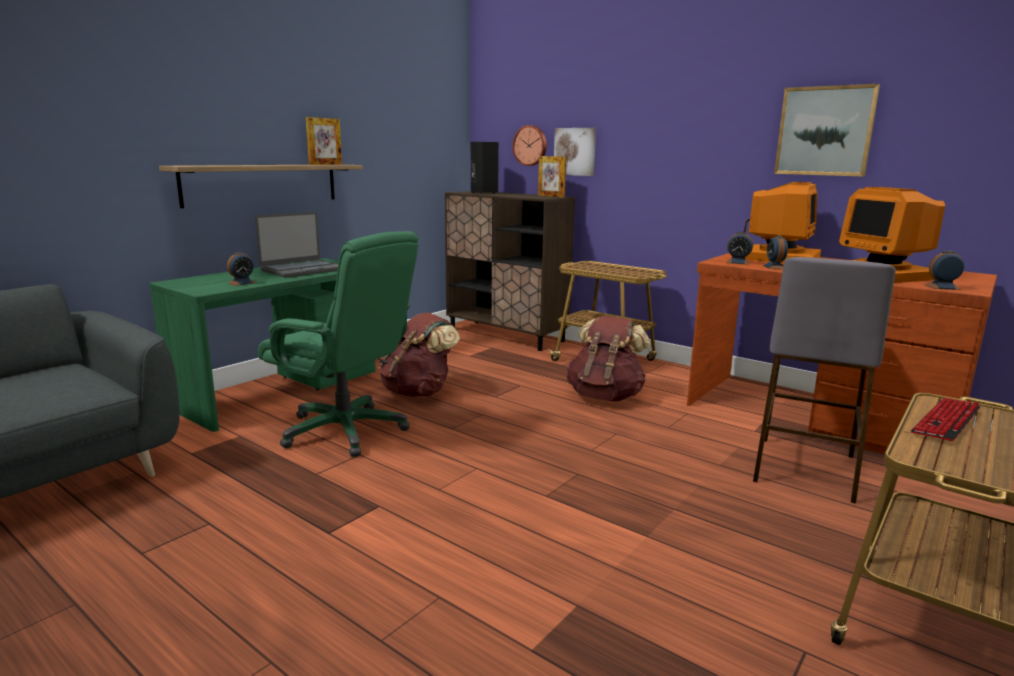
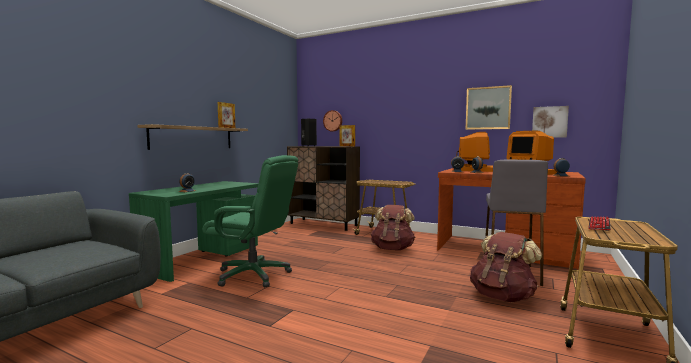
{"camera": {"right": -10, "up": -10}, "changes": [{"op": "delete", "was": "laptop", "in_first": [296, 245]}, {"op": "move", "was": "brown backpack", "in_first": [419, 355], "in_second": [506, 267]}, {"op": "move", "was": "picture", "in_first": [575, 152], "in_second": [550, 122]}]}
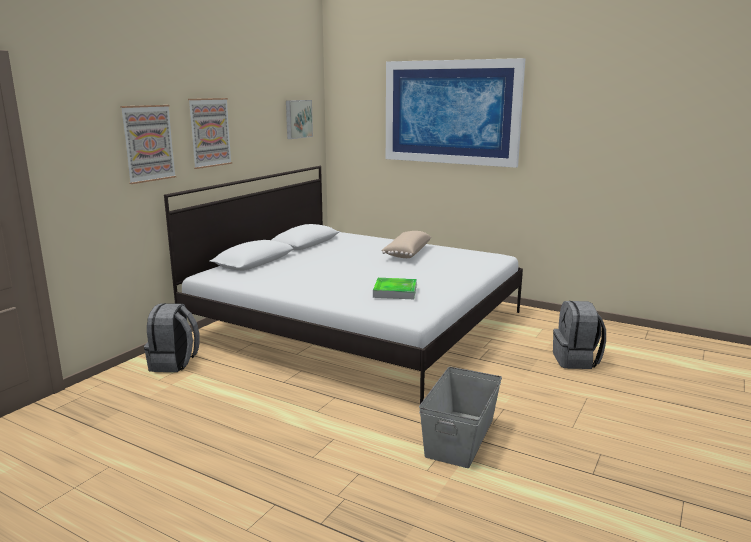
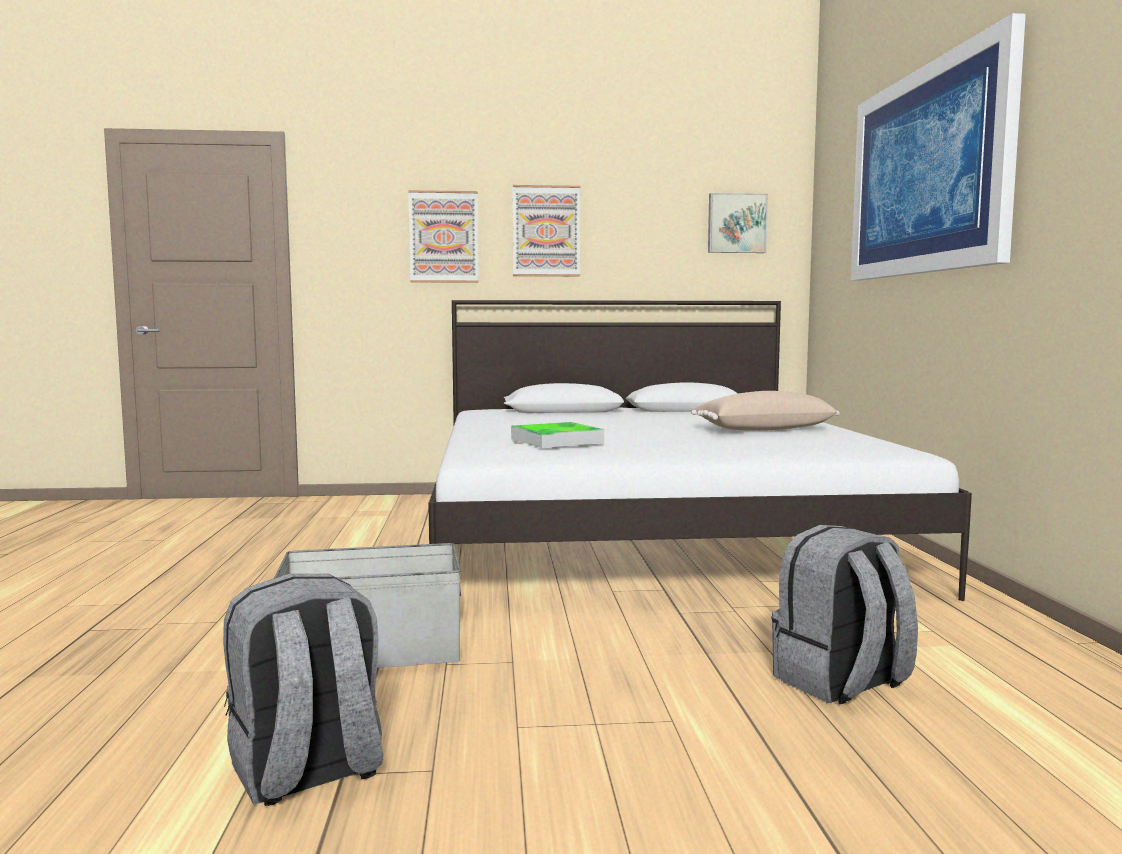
{"camera": {"right": 55, "up": -10}, "changes": [{"op": "move", "was": "grey backpack", "in_first": [172, 337], "in_second": [303, 690]}]}
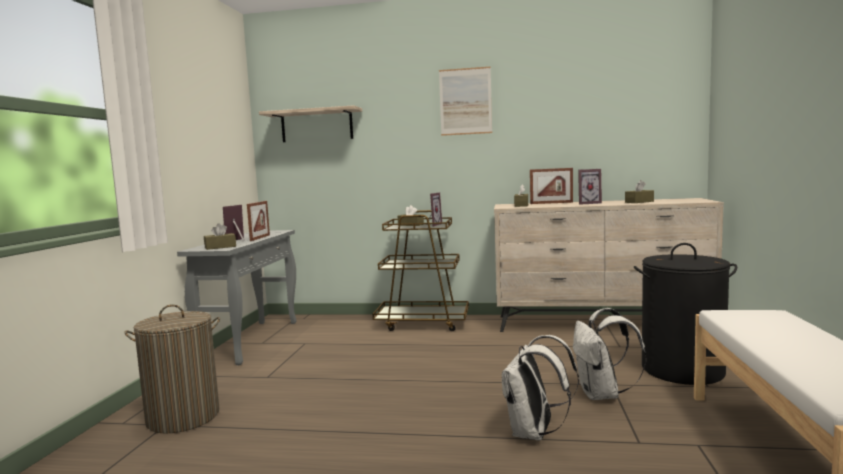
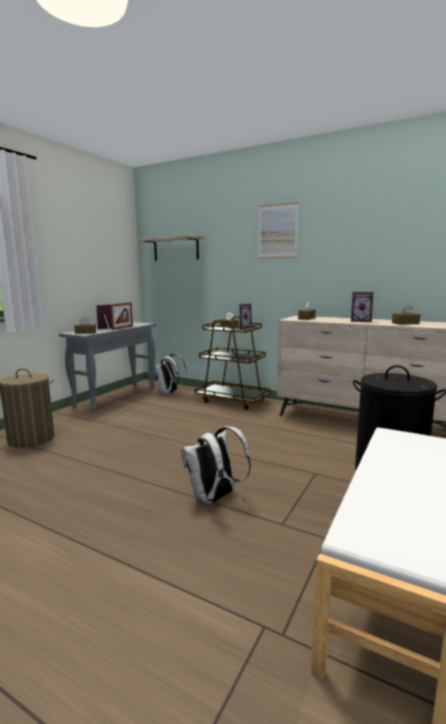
{"camera": {"right": 20, "up": 5}, "changes": [{"op": "delete", "was": "picture frame", "in_first": [551, 186]}, {"op": "move", "was": "white backpack", "in_first": [609, 354], "in_second": [170, 374]}]}
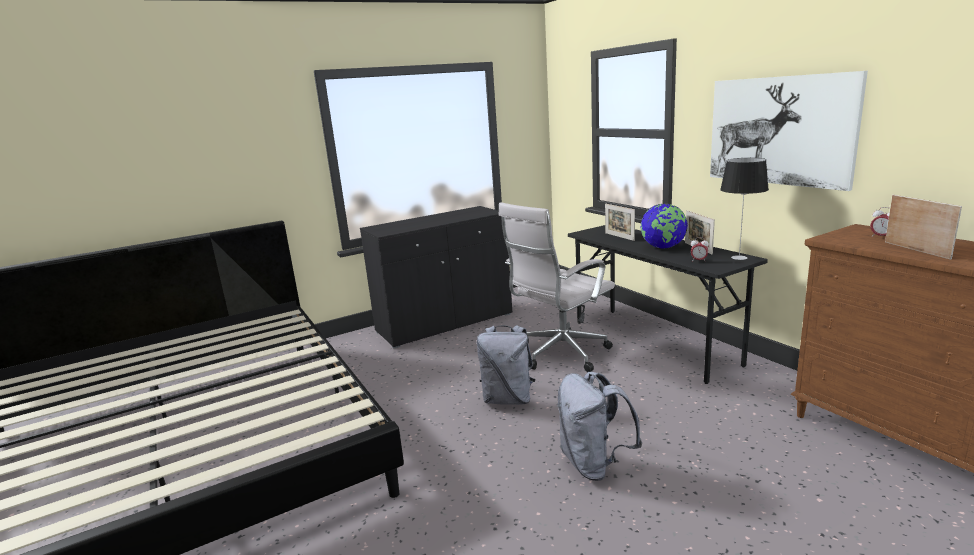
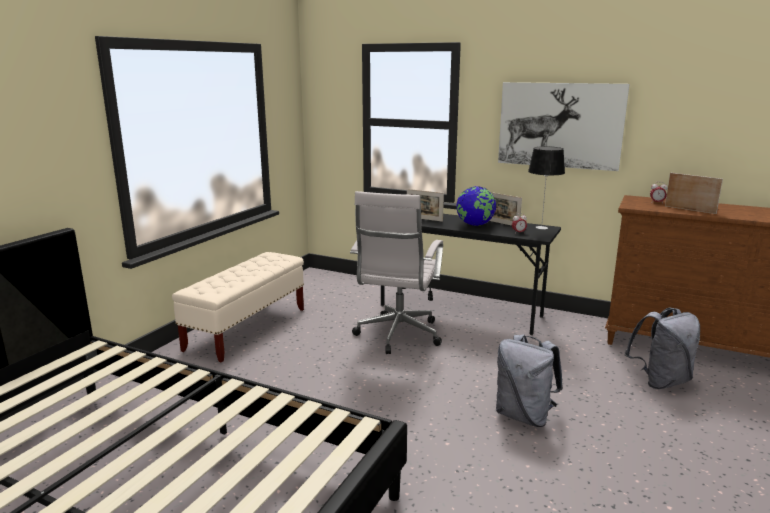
{"camera": {"right": -35, "up": 0}, "changes": [{"op": "move", "was": "grey backpack", "in_first": [506, 365], "in_second": [662, 348]}, {"op": "replace", "was": "black cabinet", "now": "beige bench", "in_first": [436, 277], "in_second": [238, 307]}]}
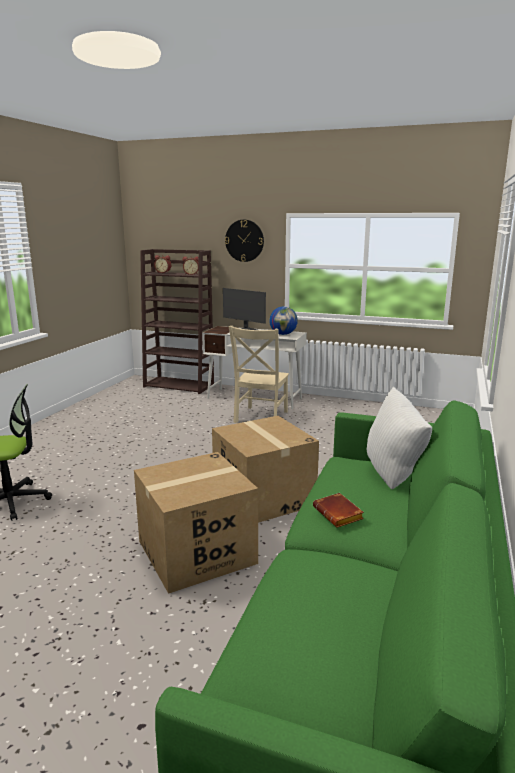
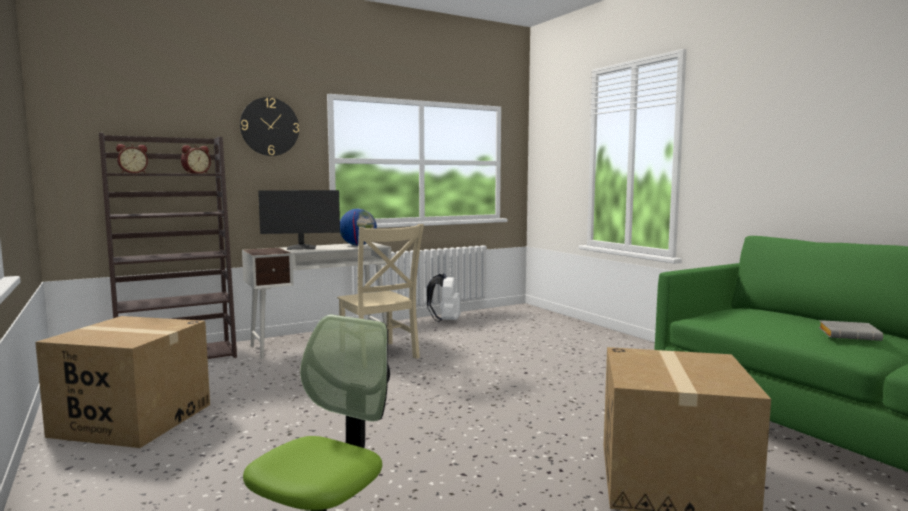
{"camera": {"right": -50, "up": -10}, "changes": [{"op": "delete", "was": "white pillow", "in_first": [399, 438]}, {"op": "insert", "now": "white backpack", "in_second": [444, 297]}, {"op": "move", "was": "cardboard box", "in_first": [265, 469], "in_second": [122, 382]}, {"op": "recolor", "was": "brown book", "now": "grey book", "in_first": [338, 510], "in_second": [851, 330]}]}
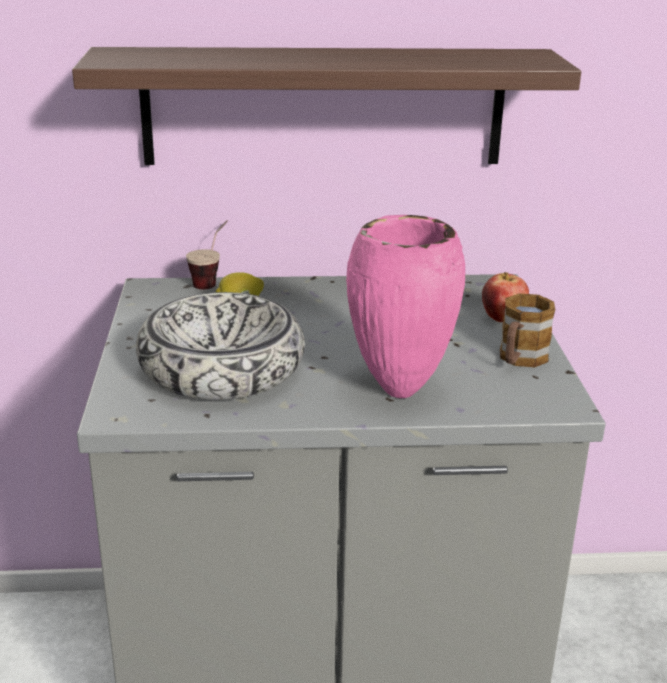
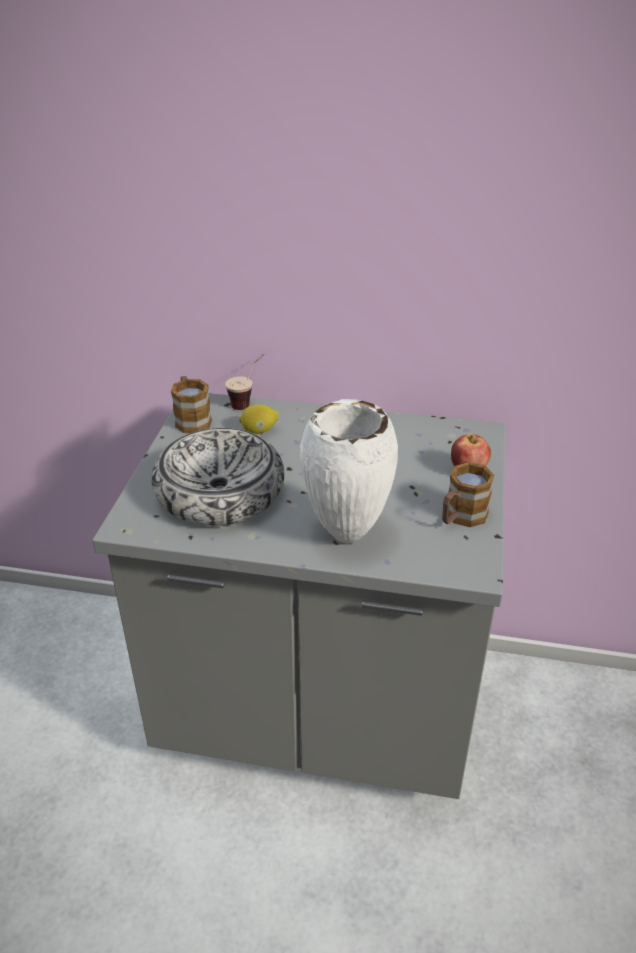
{"camera": {"right": 15, "up": 10}, "changes": [{"op": "delete", "was": "shelf", "in_first": [326, 106]}, {"op": "insert", "now": "mug", "in_second": [191, 404]}, {"op": "recolor", "was": "pink vase", "now": "white vase", "in_first": [405, 306], "in_second": [349, 471]}]}
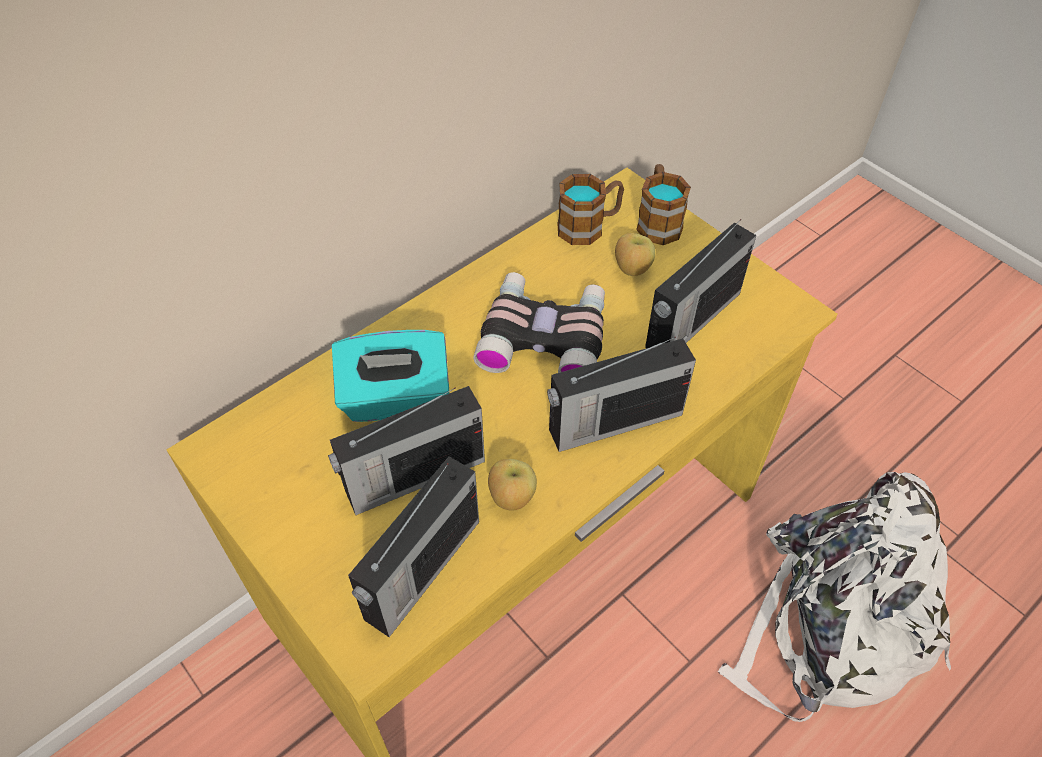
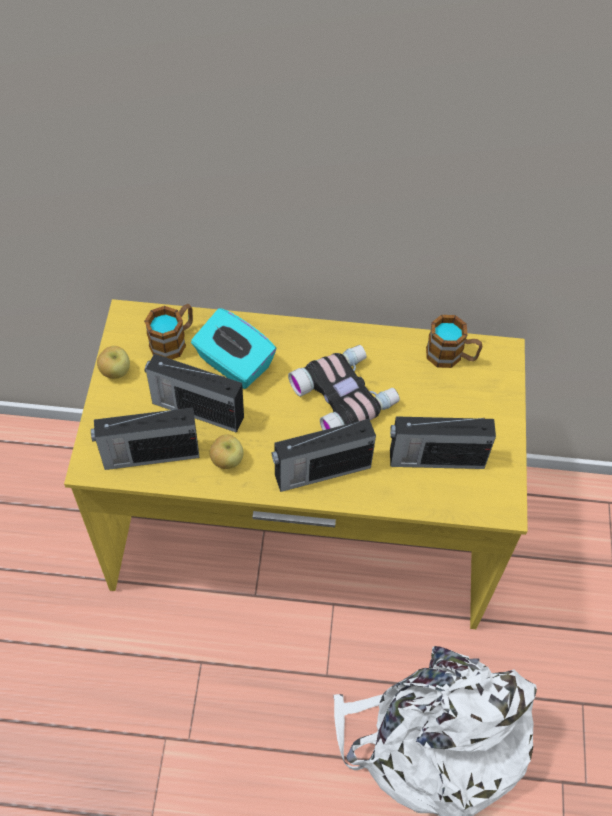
{"camera": {"right": 45, "up": 5}, "changes": [{"op": "move", "was": "apple", "in_first": [635, 254], "in_second": [113, 362]}, {"op": "move", "was": "mug", "in_first": [663, 204], "in_second": [168, 331]}, {"op": "rotate", "was": "radio", "in_first": [621, 394], "in_second": [324, 455], "clockwise": -45}]}
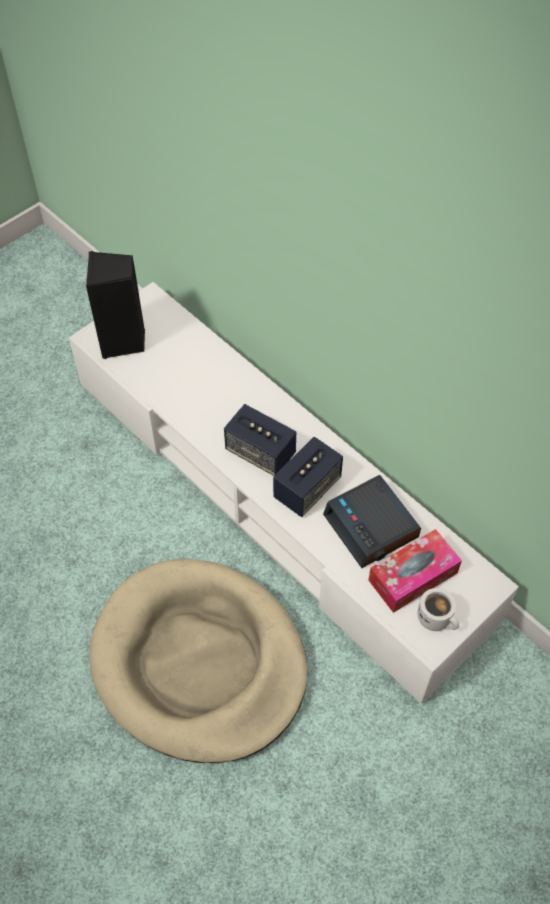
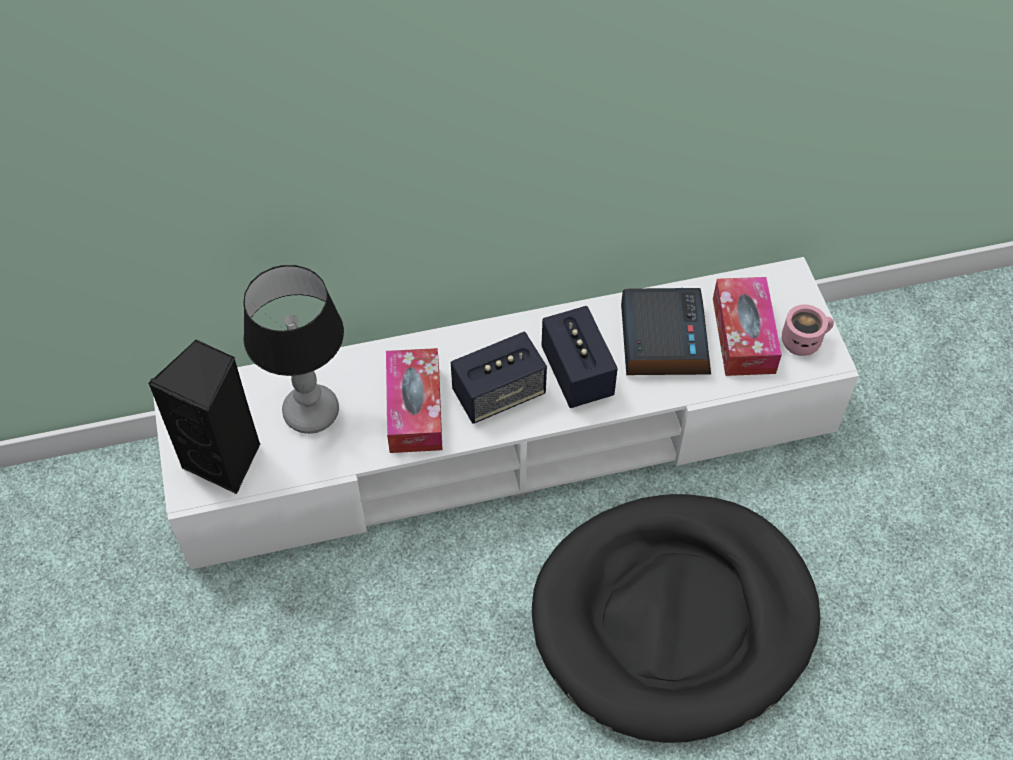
{"camera": {"right": -60, "up": 0}, "changes": [{"op": "insert", "now": "table lamp", "in_second": [293, 349]}, {"op": "insert", "now": "tissue box", "in_second": [414, 400]}, {"op": "recolor", "was": "beige dog bed", "now": "black dog bed", "in_first": [198, 660], "in_second": [676, 618]}, {"op": "recolor", "was": "white mug", "now": "pink mug", "in_first": [438, 609], "in_second": [808, 330]}, {"op": "rotate", "was": "alarm clock", "in_first": [372, 521], "in_second": [666, 331], "clockwise": -90}]}
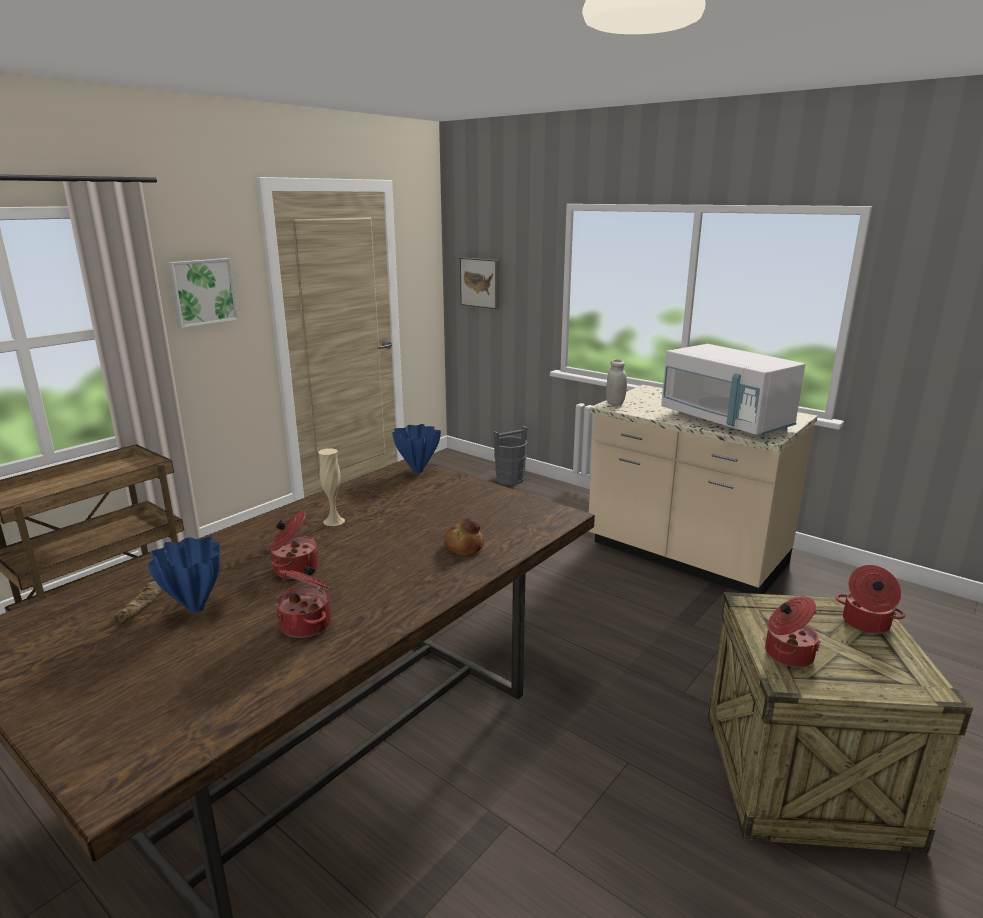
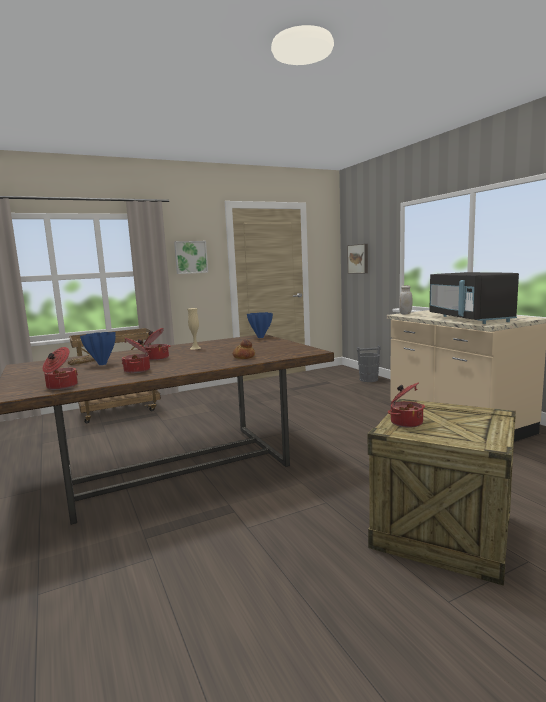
{"camera": {"right": 25, "up": -10}, "changes": [{"op": "move", "was": "cooking pot", "in_first": [870, 599], "in_second": [60, 368]}, {"op": "recolor", "was": "white microwave", "now": "black microwave", "in_first": [733, 391], "in_second": [474, 298]}]}
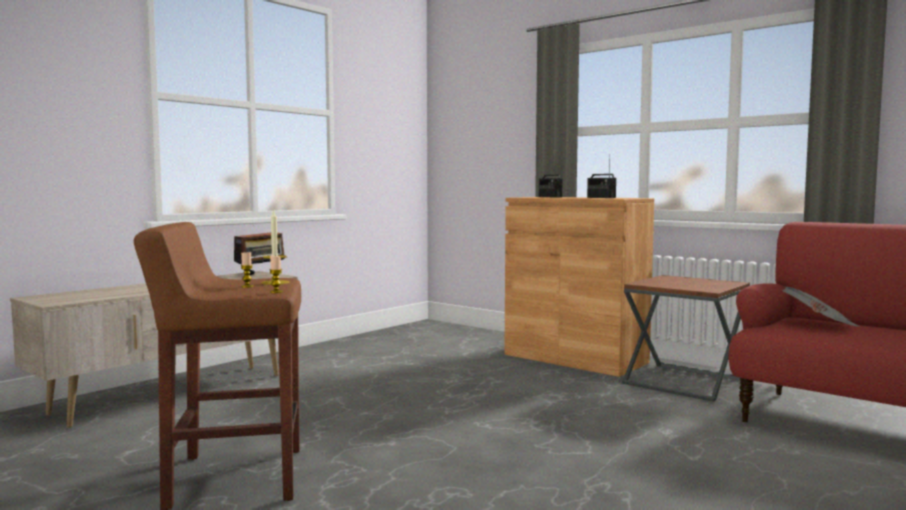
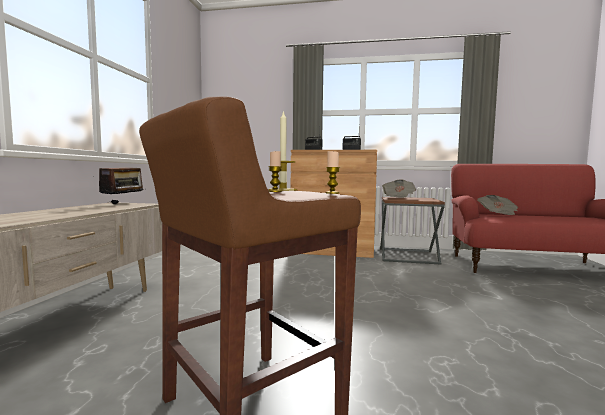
{"camera": {"right": -30, "up": 0}, "changes": [{"op": "insert", "now": "newspaper", "in_second": [399, 189]}]}
